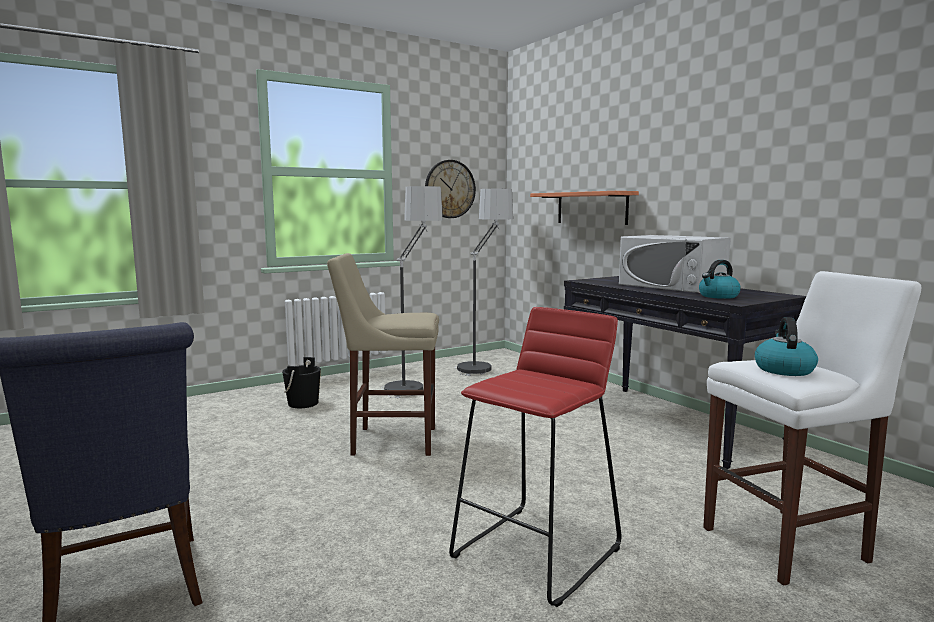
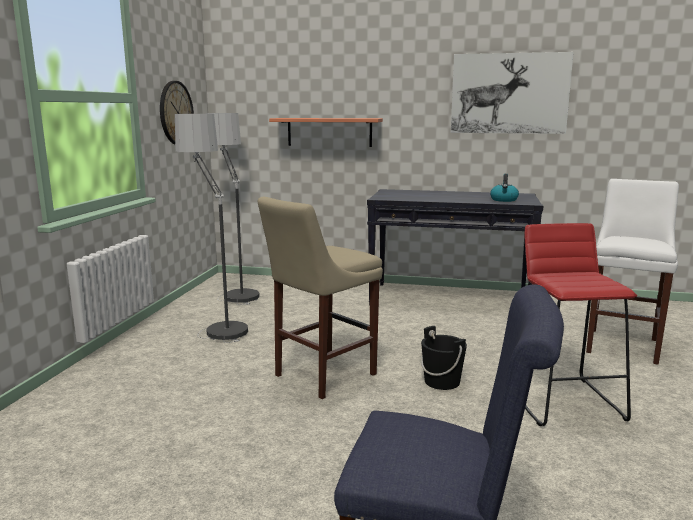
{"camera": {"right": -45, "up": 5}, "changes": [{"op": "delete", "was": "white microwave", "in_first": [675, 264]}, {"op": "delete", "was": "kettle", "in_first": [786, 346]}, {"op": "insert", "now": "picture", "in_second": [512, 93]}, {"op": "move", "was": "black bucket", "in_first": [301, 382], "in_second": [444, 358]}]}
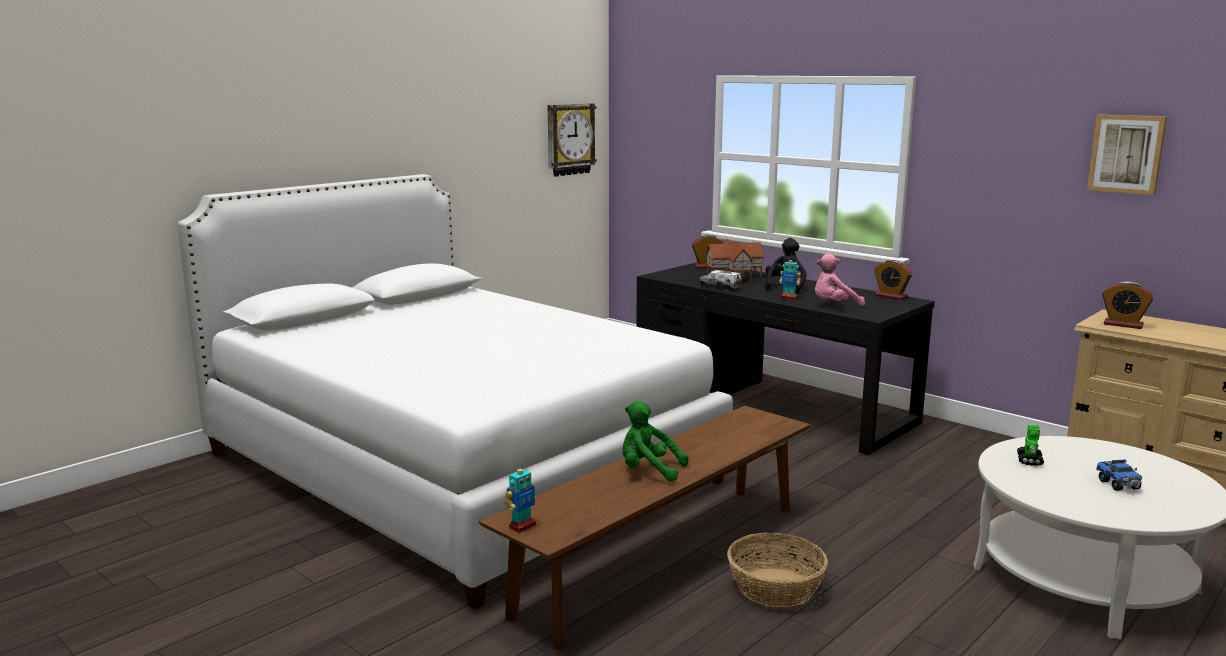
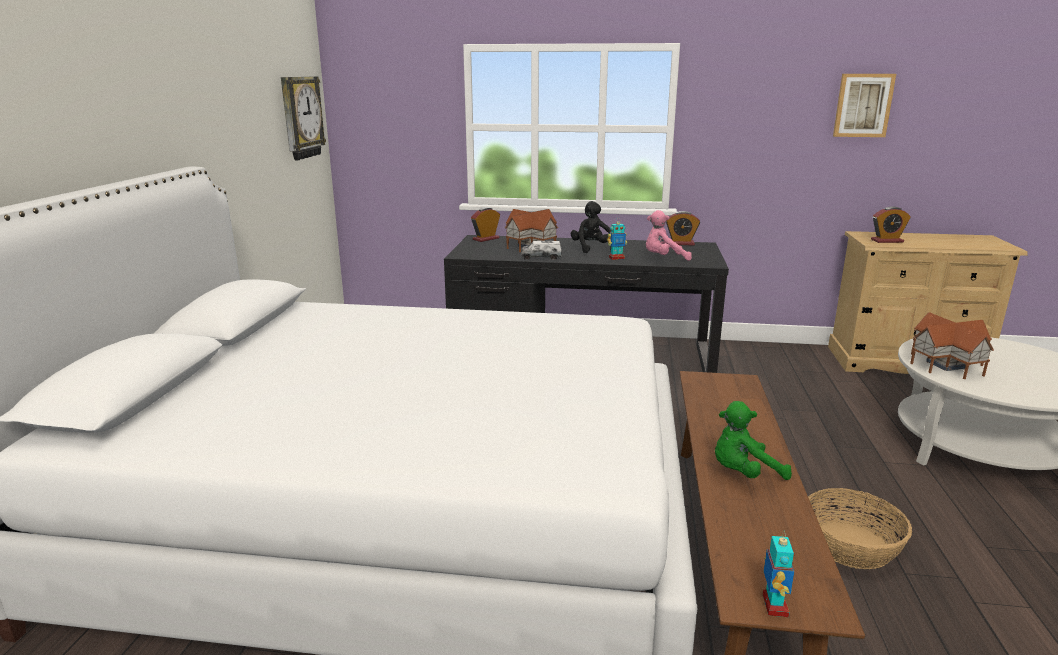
{"camera": {"right": -35, "up": 5}, "changes": [{"op": "delete", "was": "toy truck", "in_first": [1119, 475]}, {"op": "replace", "was": "toy robot", "now": "toy house", "in_first": [1030, 445], "in_second": [952, 345]}, {"op": "rotate", "was": "pink plush toy", "in_first": [840, 280], "in_second": [669, 235], "clockwise": 45}]}
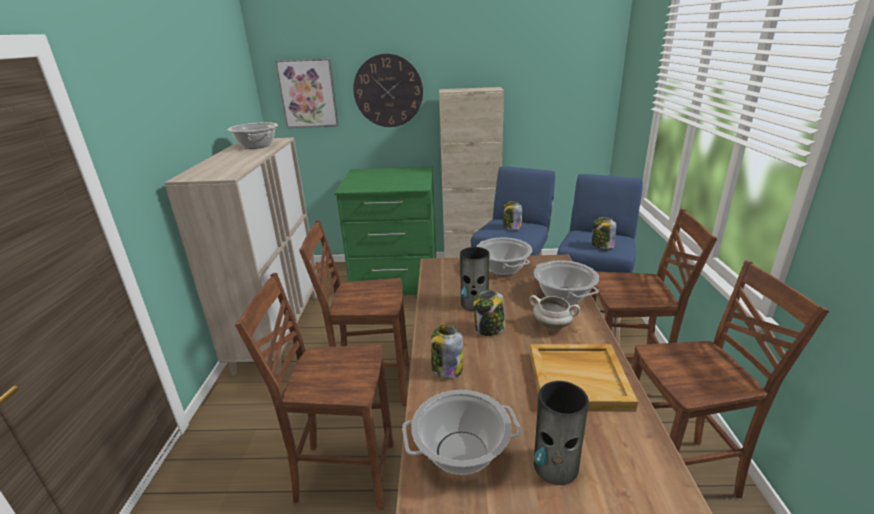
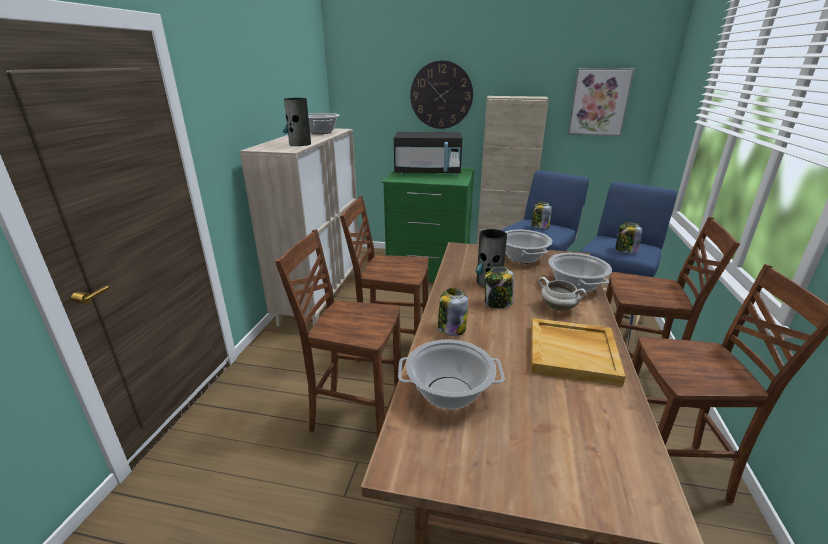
{"camera": {"right": 10, "up": 0}, "changes": [{"op": "insert", "now": "black microwave", "in_second": [428, 153]}, {"op": "move", "was": "picture", "in_first": [307, 93], "in_second": [601, 102]}, {"op": "move", "was": "vase", "in_first": [561, 433], "in_second": [297, 122]}]}
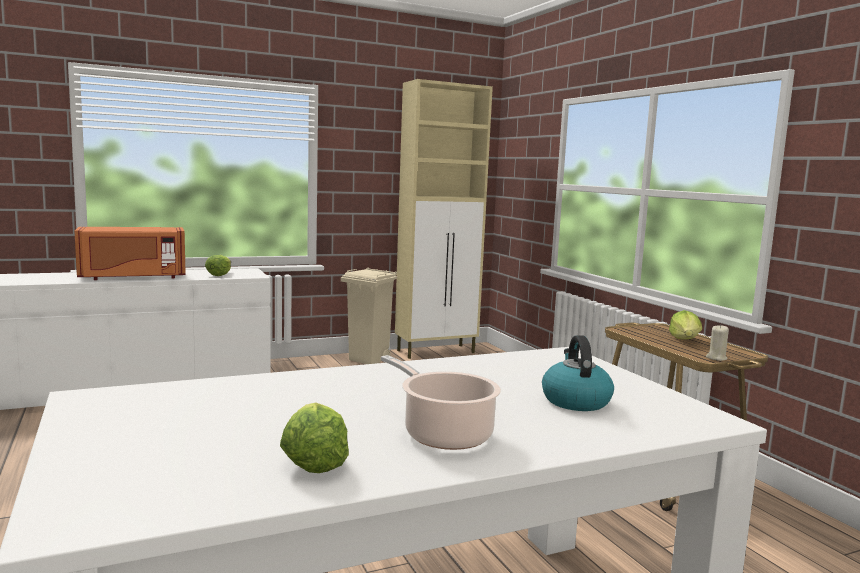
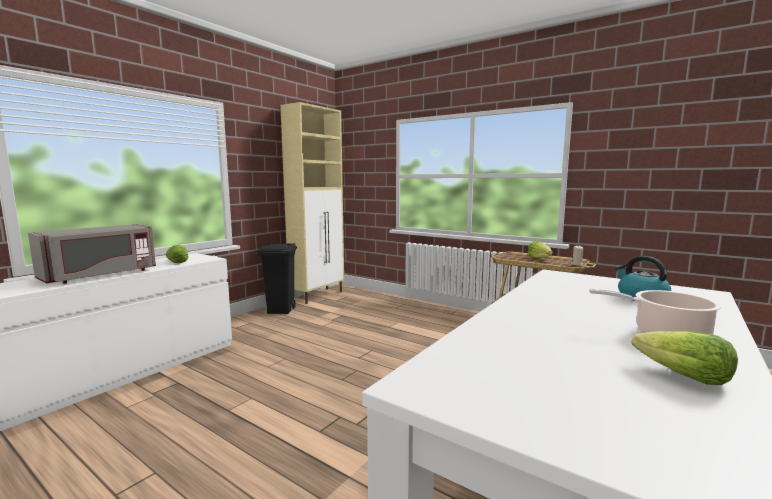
{"camera": {"right": -30, "up": 0}, "changes": [{"op": "recolor", "was": "orange microwave", "now": "grey microwave", "in_first": [130, 253], "in_second": [92, 254]}, {"op": "recolor", "was": "beige trash can", "now": "black trash can", "in_first": [369, 316], "in_second": [277, 278]}]}
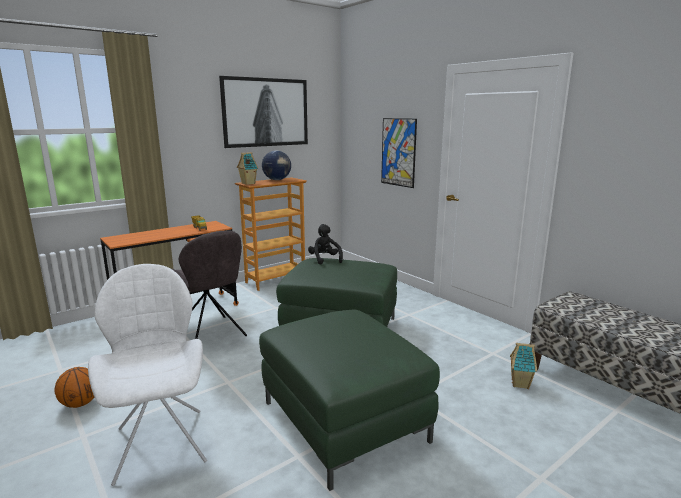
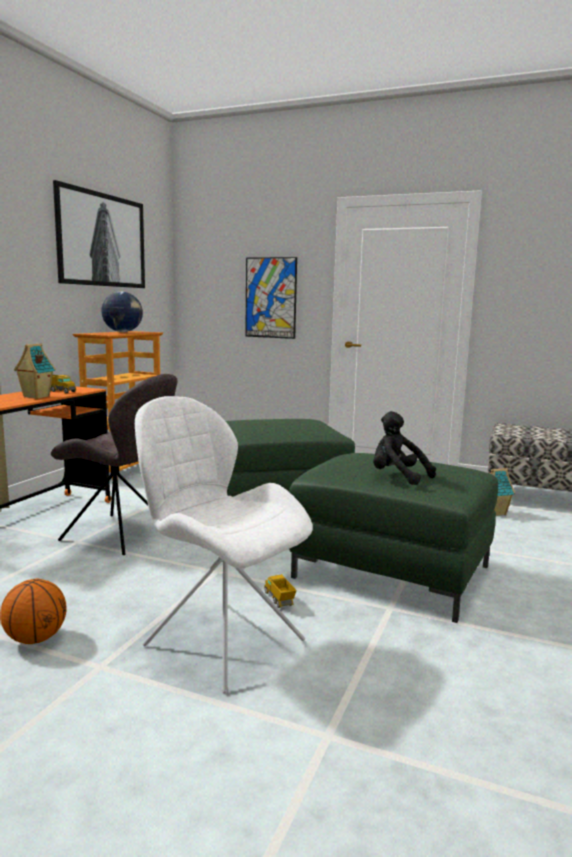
{"camera": {"right": -30, "up": -5}, "changes": [{"op": "insert", "now": "toy truck", "in_second": [280, 591]}, {"op": "move", "was": "toy house", "in_first": [247, 168], "in_second": [35, 371]}, {"op": "move", "was": "black plush toy", "in_first": [325, 244], "in_second": [404, 448]}]}
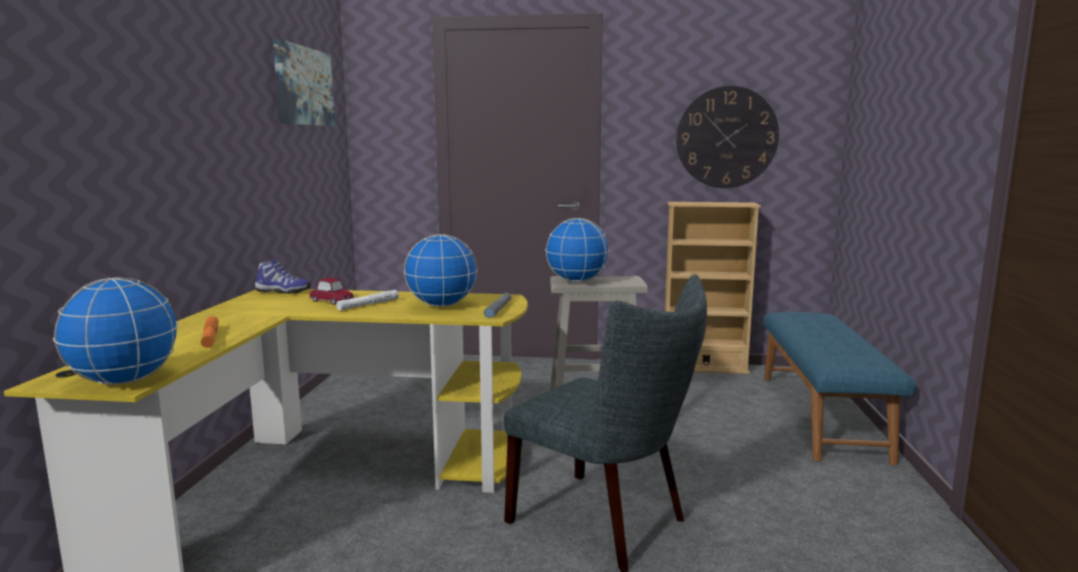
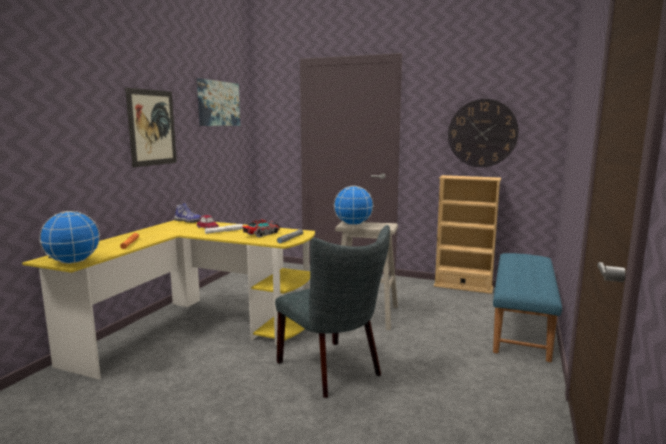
{"camera": {"right": 15, "up": 0}, "changes": [{"op": "insert", "now": "picture", "in_second": [151, 128]}, {"op": "replace", "was": "globe", "now": "toy truck", "in_first": [440, 270], "in_second": [261, 228]}]}
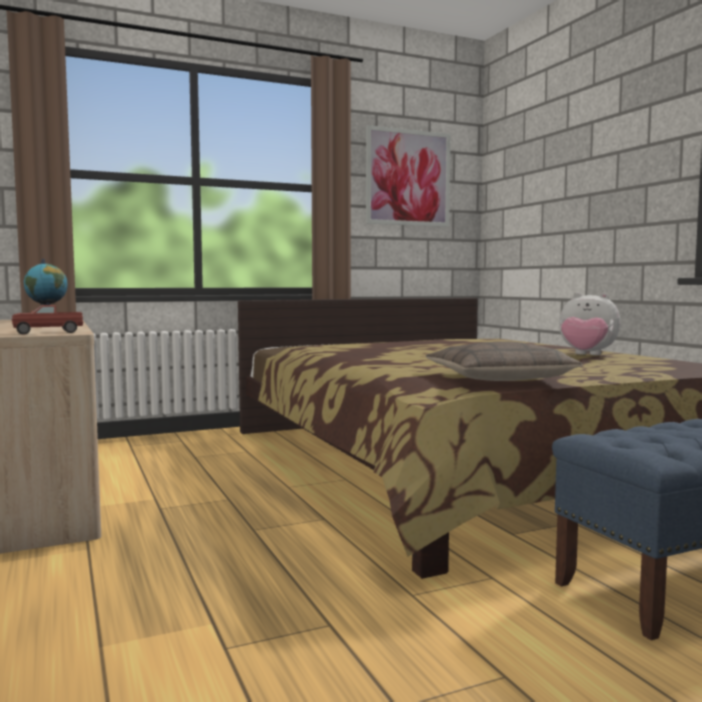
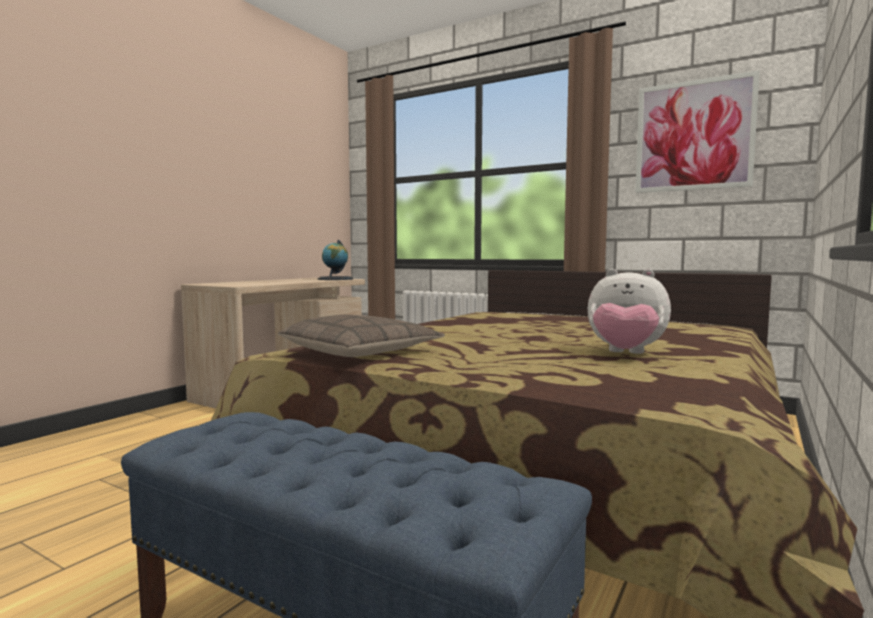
{"camera": {"right": 55, "up": 0}, "changes": [{"op": "delete", "was": "toy truck", "in_first": [47, 320]}, {"op": "rotate", "was": "plush toy", "in_first": [590, 324], "in_second": [629, 311], "clockwise": -60}]}
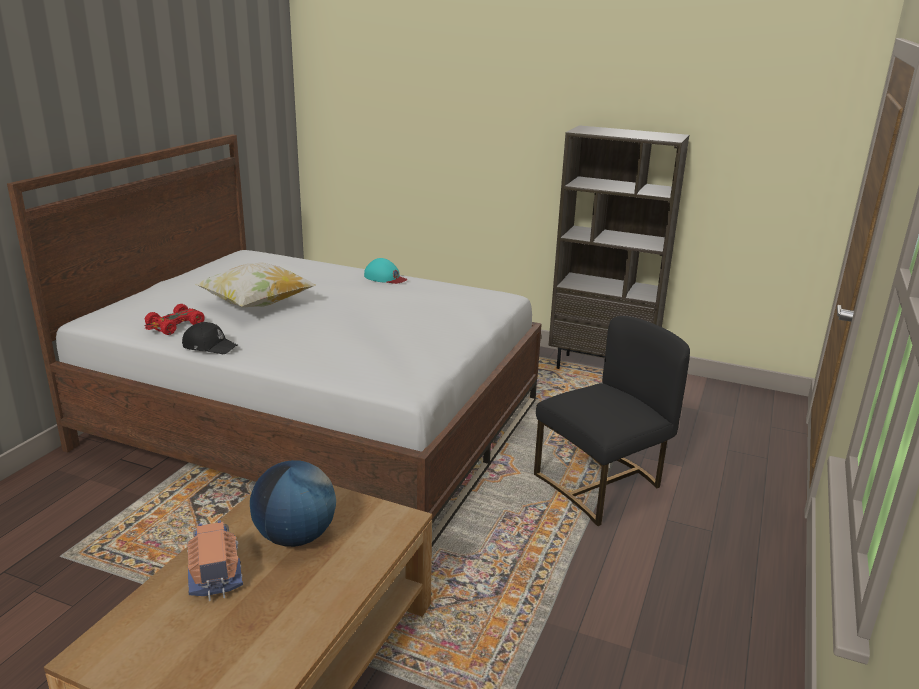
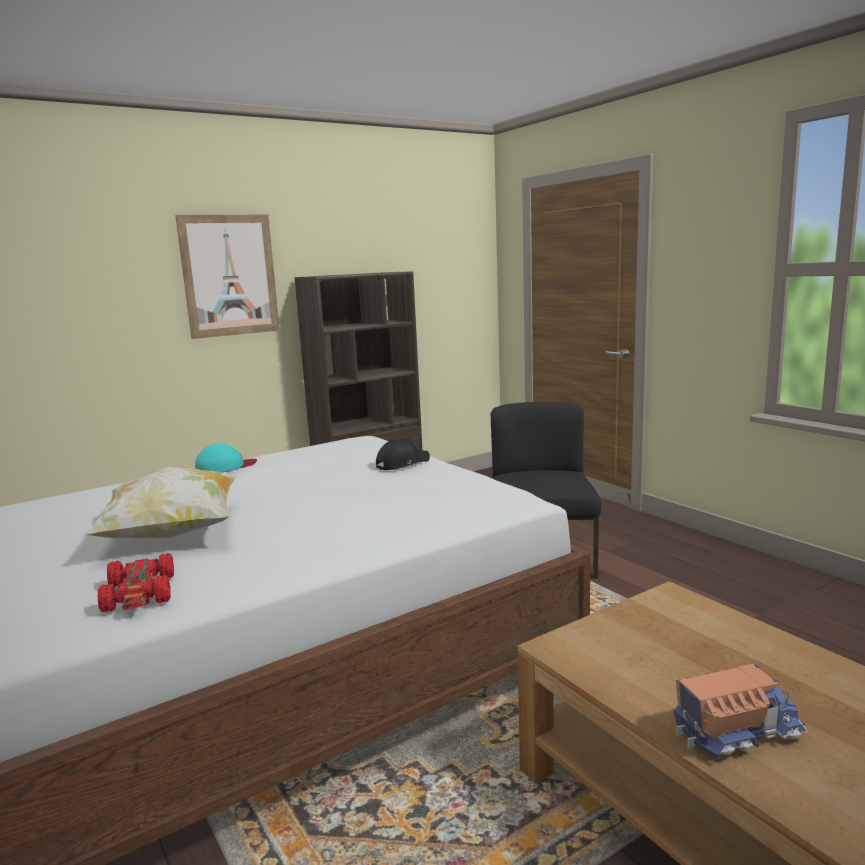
{"camera": {"right": -55, "up": -10}, "changes": [{"op": "delete", "was": "globe", "in_first": [293, 503]}, {"op": "insert", "now": "picture", "in_second": [227, 277]}, {"op": "move", "was": "black cap", "in_first": [210, 338], "in_second": [403, 454]}, {"op": "rotate", "was": "toy truck", "in_first": [215, 560], "in_second": [741, 711], "clockwise": 150}]}
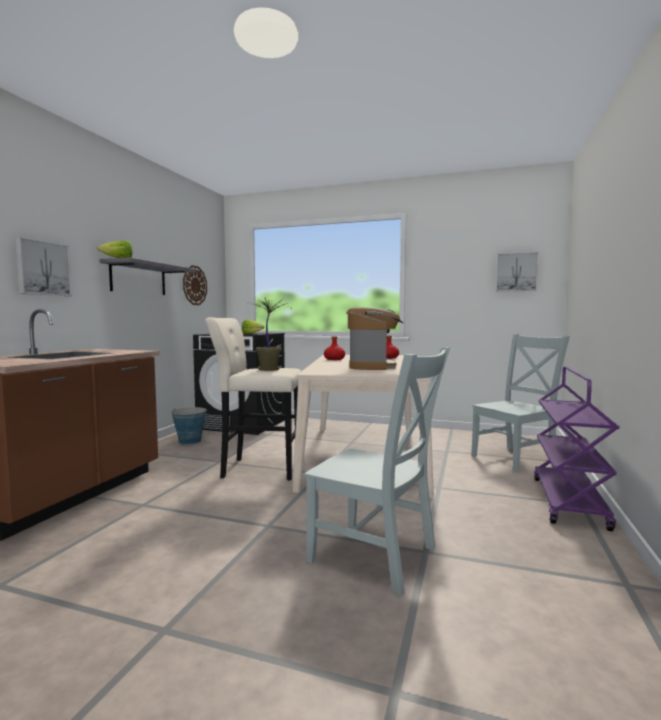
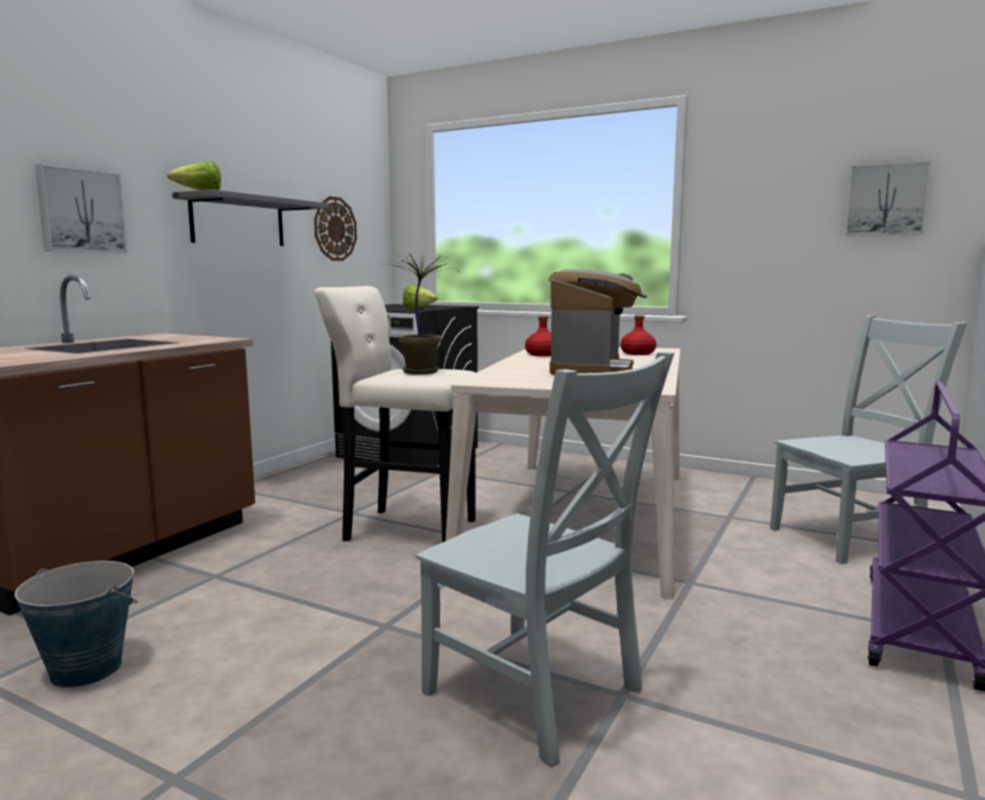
{"camera": {"right": 10, "up": 5}, "changes": [{"op": "move", "was": "bucket", "in_first": [189, 426], "in_second": [76, 624]}]}
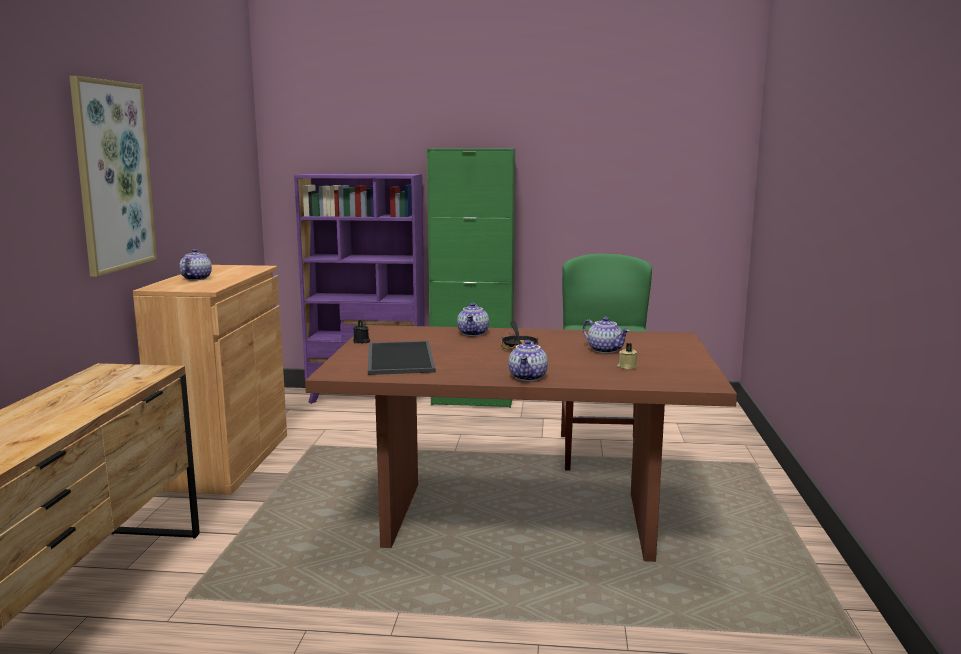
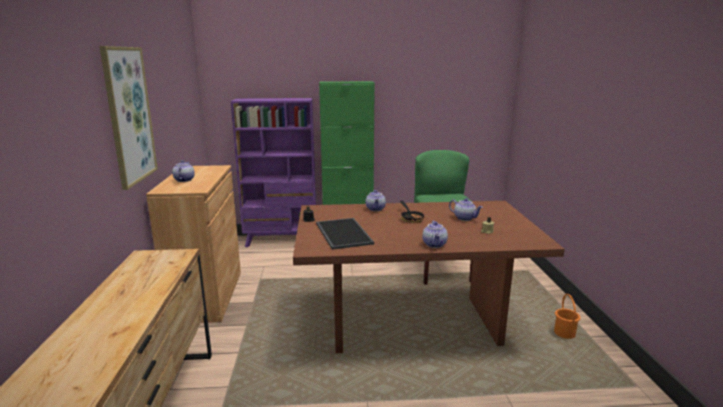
{"camera": {"right": -10, "up": 5}, "changes": [{"op": "insert", "now": "orange bucket", "in_second": [567, 316]}]}
